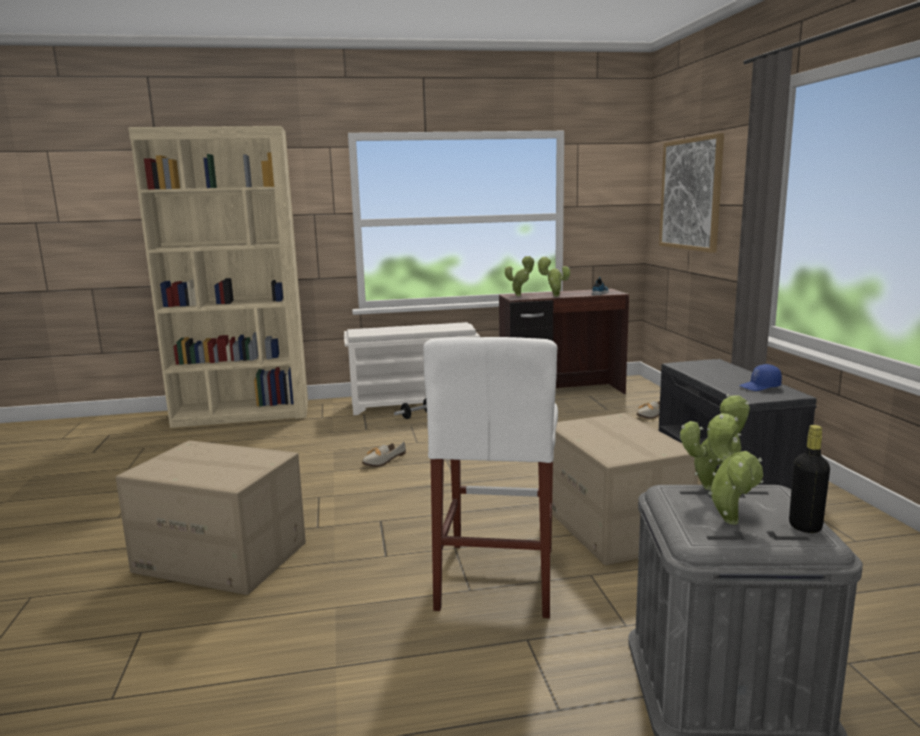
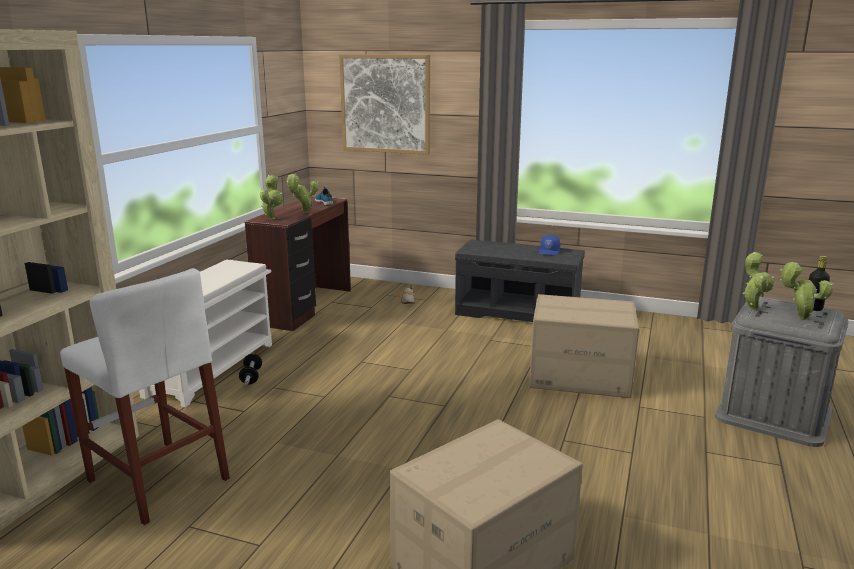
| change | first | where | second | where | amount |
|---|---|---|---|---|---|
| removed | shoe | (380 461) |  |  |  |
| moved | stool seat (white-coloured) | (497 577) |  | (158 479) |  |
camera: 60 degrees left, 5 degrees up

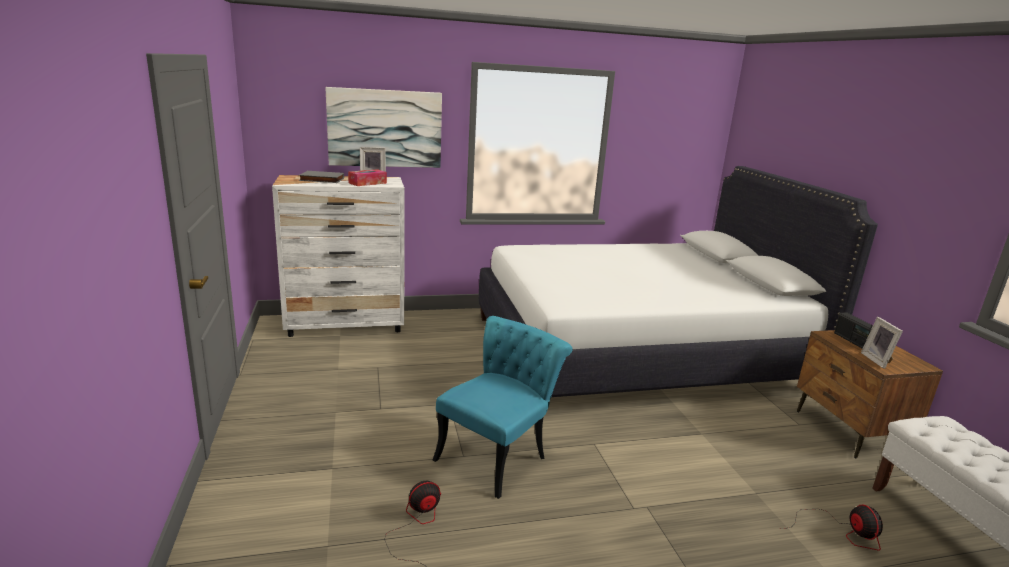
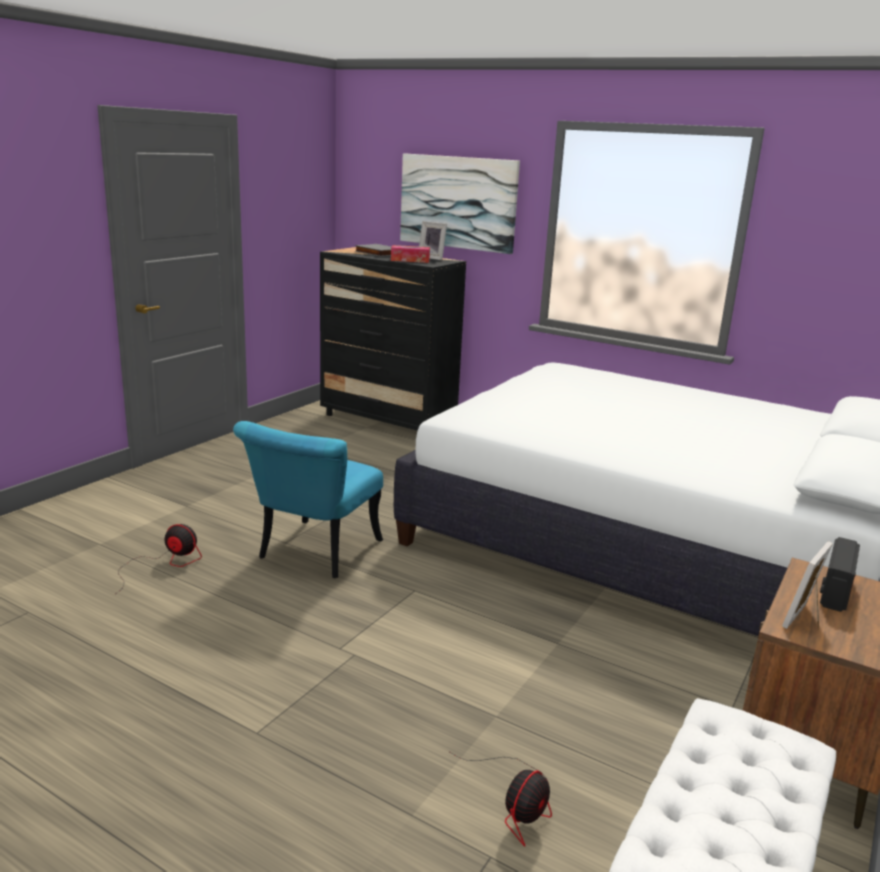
| change | first | where | second | where | amount |
|---|---|---|---|---|---|
| recoloured | drawer chest (white-coloured) | (346 325) | drawer chest (black-coloured) | (388 421) |  |
| turned | chair (turquoise) | (498 454) |  | (313 554) | 120 degrees clockwise |
camera: 45 degrees right, 0 degrees up

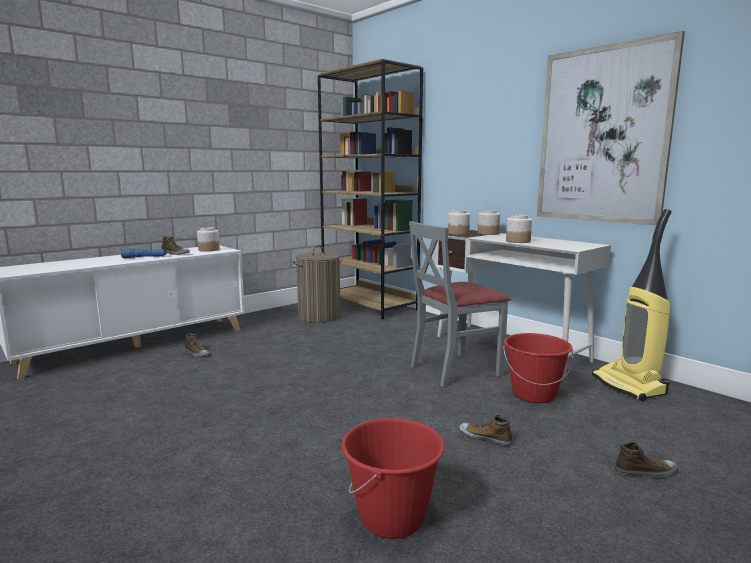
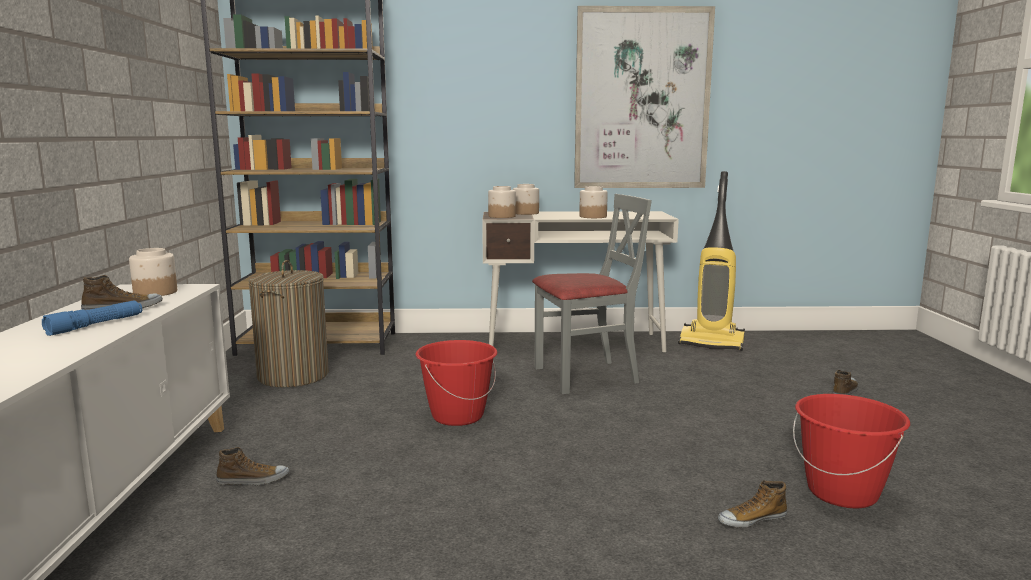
| change | first | where | second | where | amount |
|---|---|---|---|---|---|
| moved | shoe | (485 437) |  | (751 519) |  |
| moved | pail (red-coloured) | (533 394) |  | (457 416) |  |
| turned | chair (gray) | (454 369) |  | (586 376) | 120 degrees counterclockwise |
camera: 50 degrees left, 0 degrees up

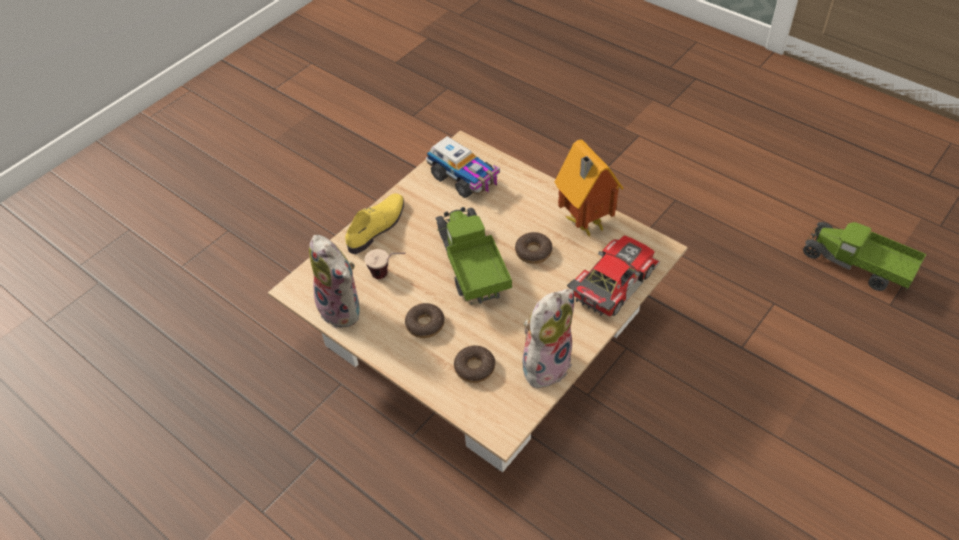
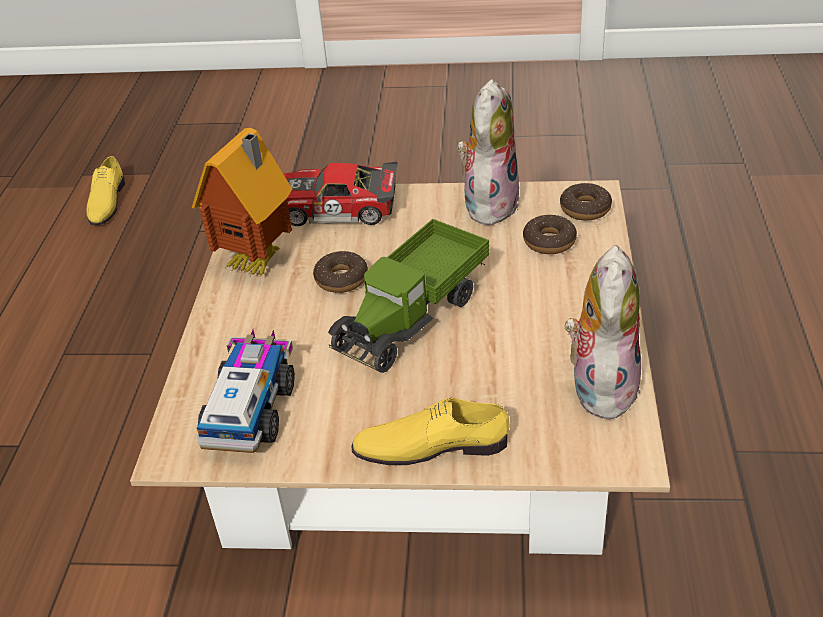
| change | first | where | second | where | amount |
|---|---|---|---|---|---|
| removed | small cup | (389 275) |  |  |  |
| moved | doughnut | (425 324) |  | (585 209) |  |
| replaced | model truck | (857 266) | shoe (yellow-coloured) | (106 202) |  |
| turned | soft toy | (545 363) |  | (488 203) | 105 degrees clockwise |
camera: 125 degrees left, 10 degrees down

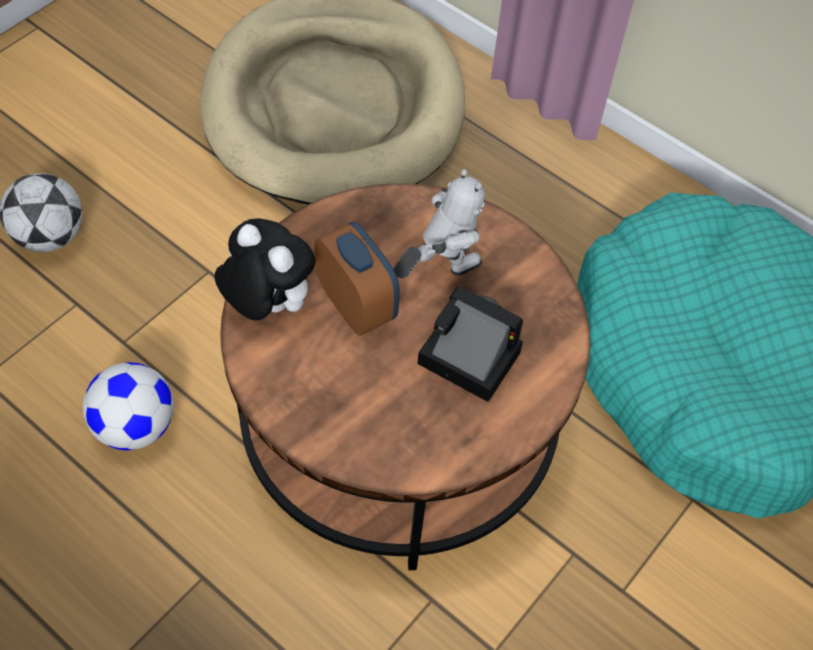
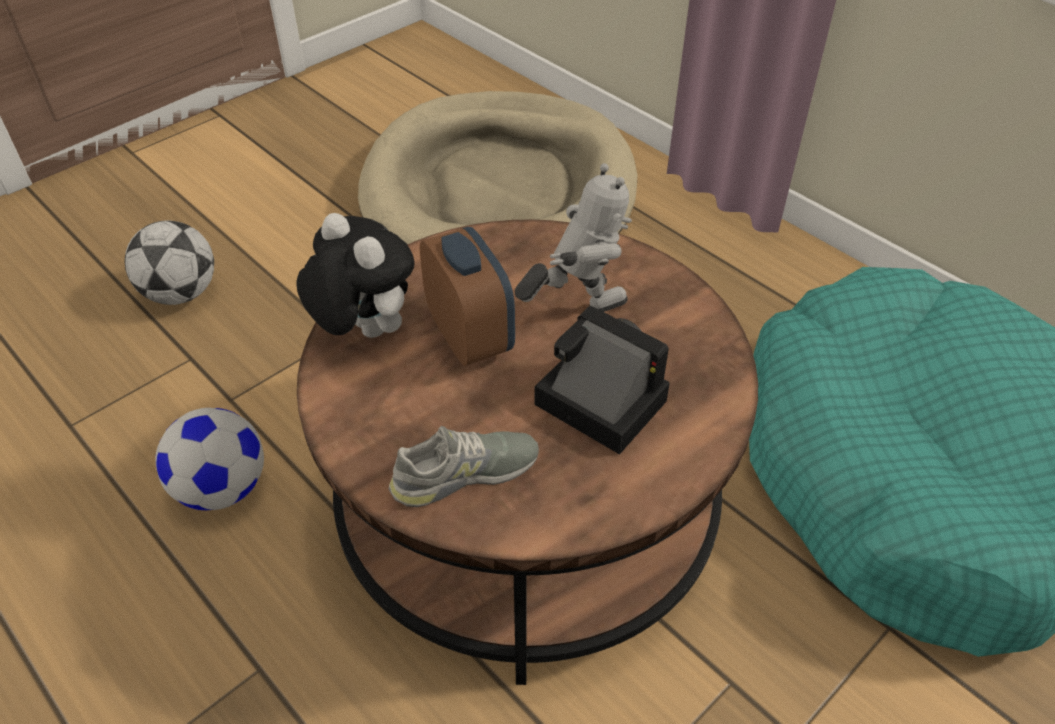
| change | first | where | second | where | amount |
|---|---|---|---|---|---|
| added |  |  | shoe (gray) | (465 474) |  |
camera: 10 degrees right, 10 degrees down

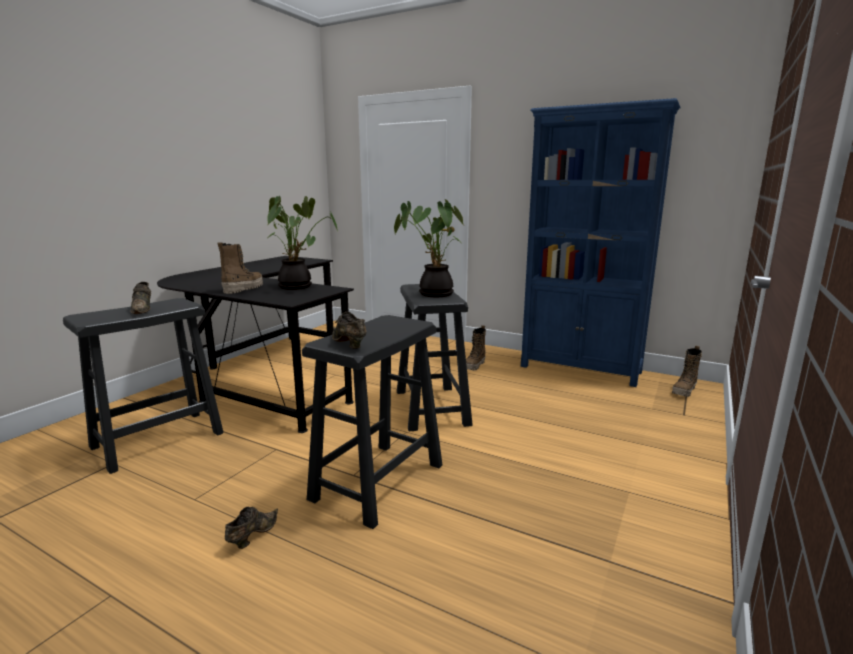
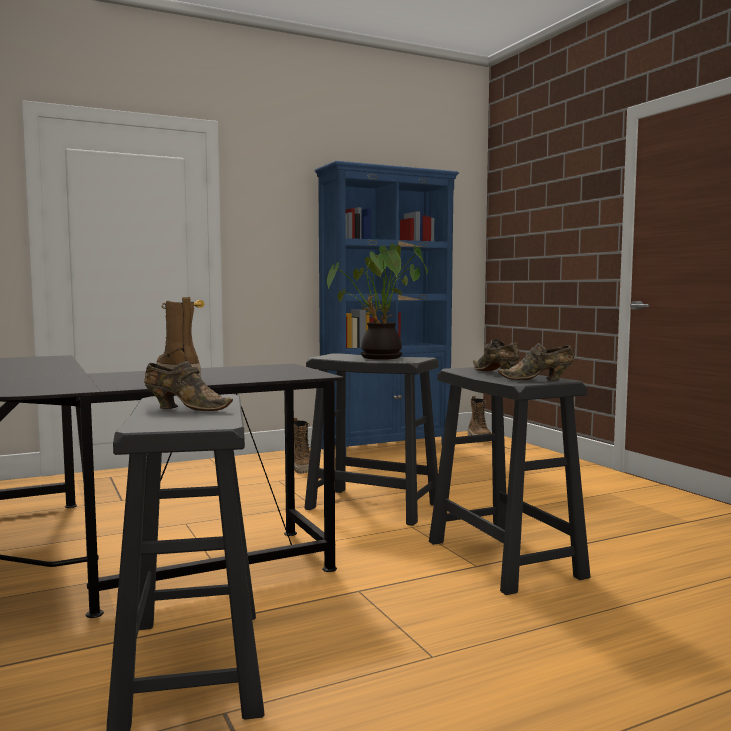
| change | first | where | second | where | amount |
|---|---|---|---|---|---|
| removed | potted plant | (298 286) |  |  |  |
| moved | shoe (brown) | (252 536) |  | (495 372) |  |
camera: 55 degrees left, 10 degrees down

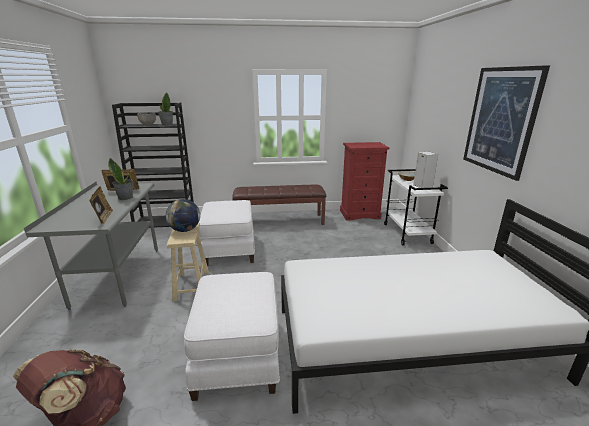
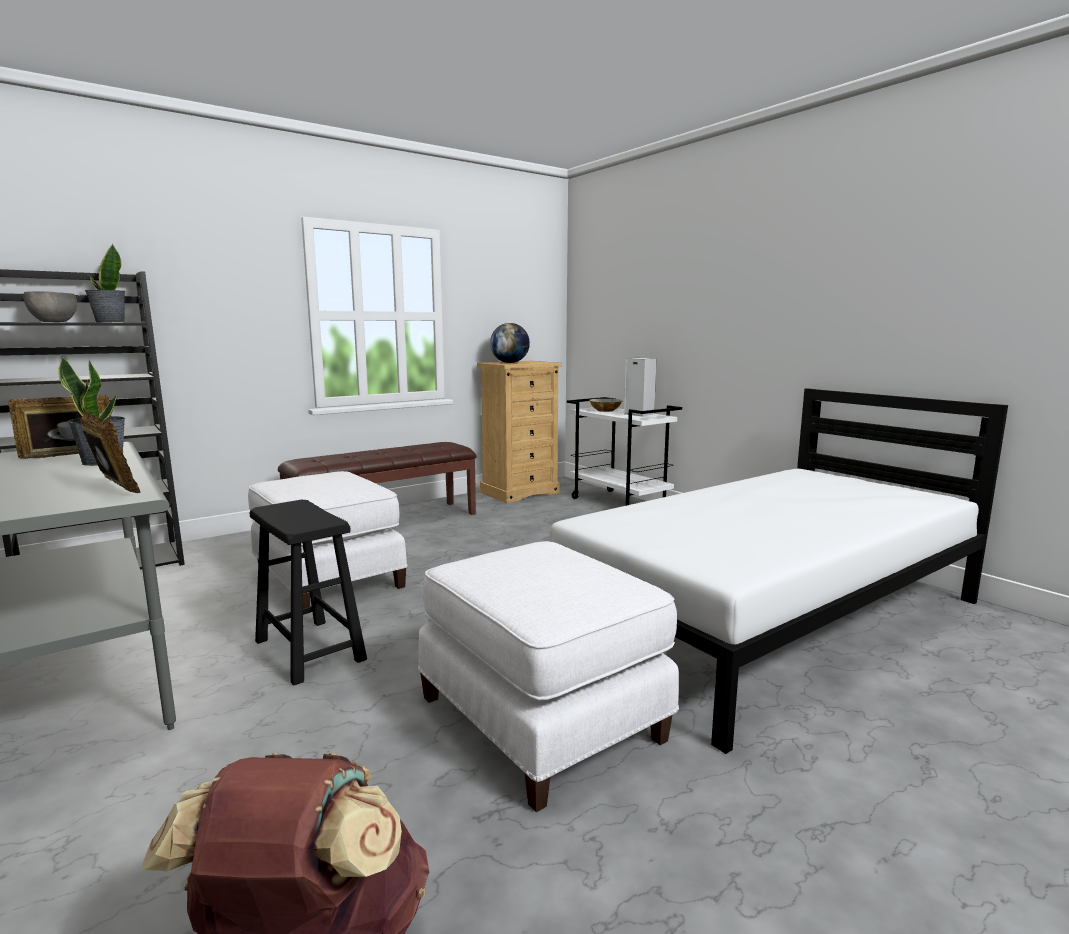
| change | first | where | second | where | amount |
|---|---|---|---|---|---|
| removed | wall picture | (500 120) |  |  |  |
| moved | world globe | (185 230) |  | (510 363) |  |
| recoloured | stool seat (sand-coloured) | (192 285) | stool seat (black-coloured) | (310 650) |  |
| recoloured | drawer chest (red-coloured) | (360 214) | drawer chest (sand-coloured) | (520 492) |  |
camera: 30 degrees left, 10 degrees down

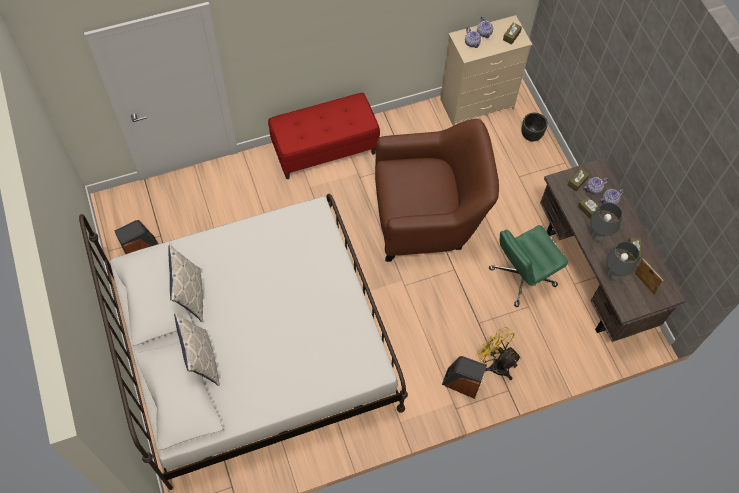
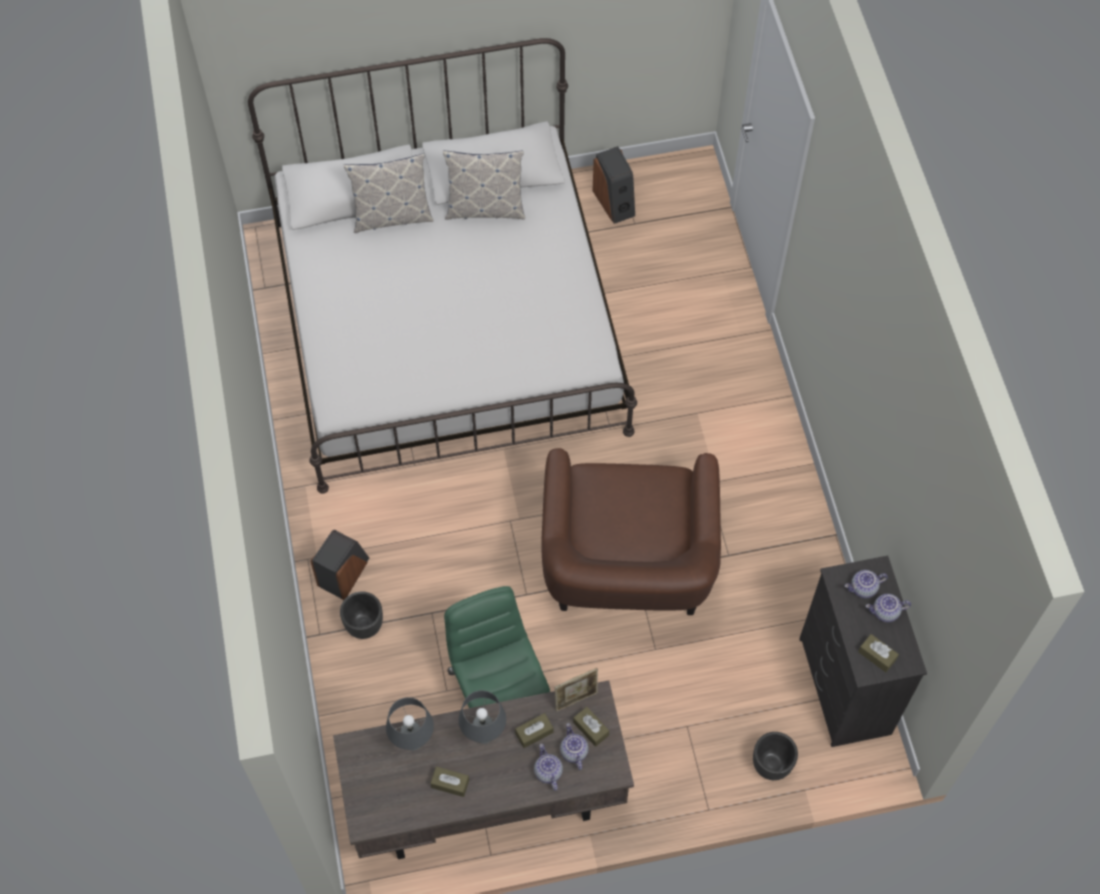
| change | first | where | second | where | amount |
|---|---|---|---|---|---|
| removed | bench (red-coloured) | (325 150) |  |  |  |
| moved | photo frame | (643 284) |  | (576 699) |  |
| replaced | electric fan (yellow-coloured) | (496 363) | flower pot (black-coloured) | (363 625) |  |
| recoloured | drawer chest (sand-coloured) | (477 104) | drawer chest (black-coloured) | (844 687) |  |
camera: 100 degrees right, 0 degrees up

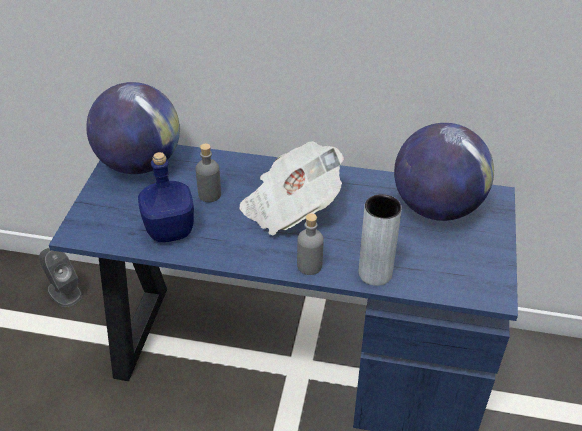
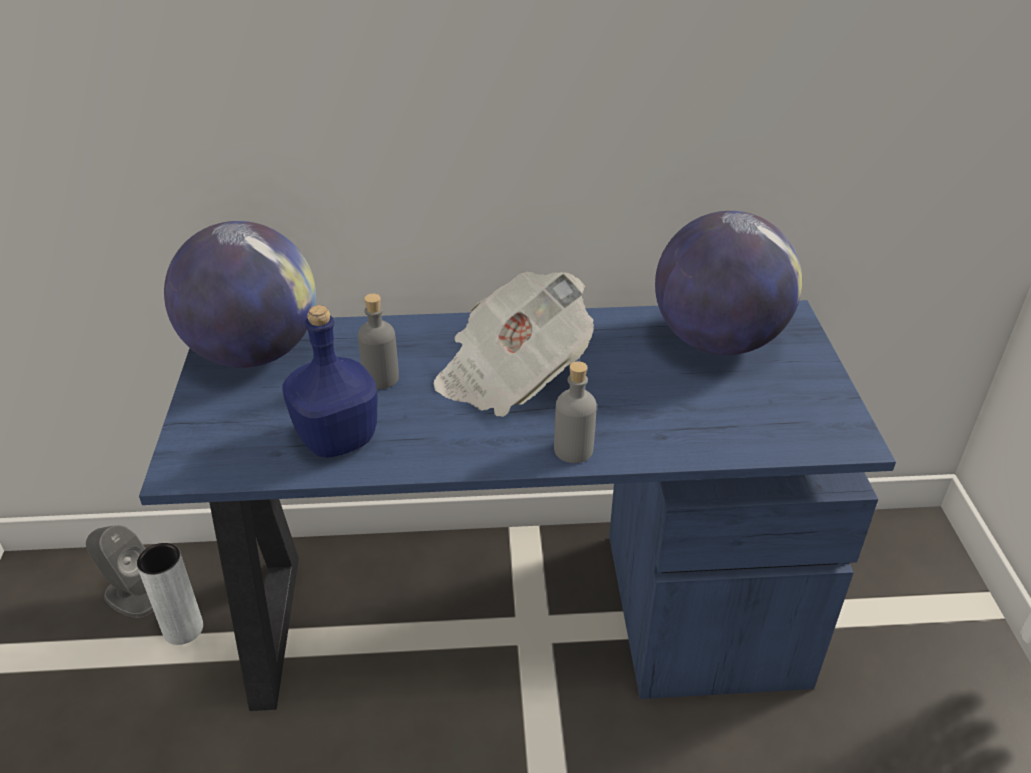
| change | first | where | second | where | amount |
|---|---|---|---|---|---|
| moved | vase (gray) | (375 273) |  | (183 629) |  |
camera: 15 degrees left, 5 degrees down

